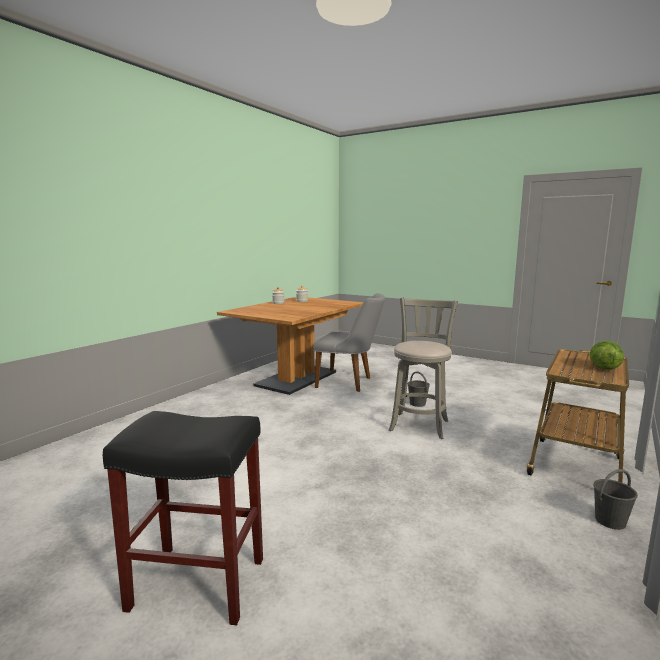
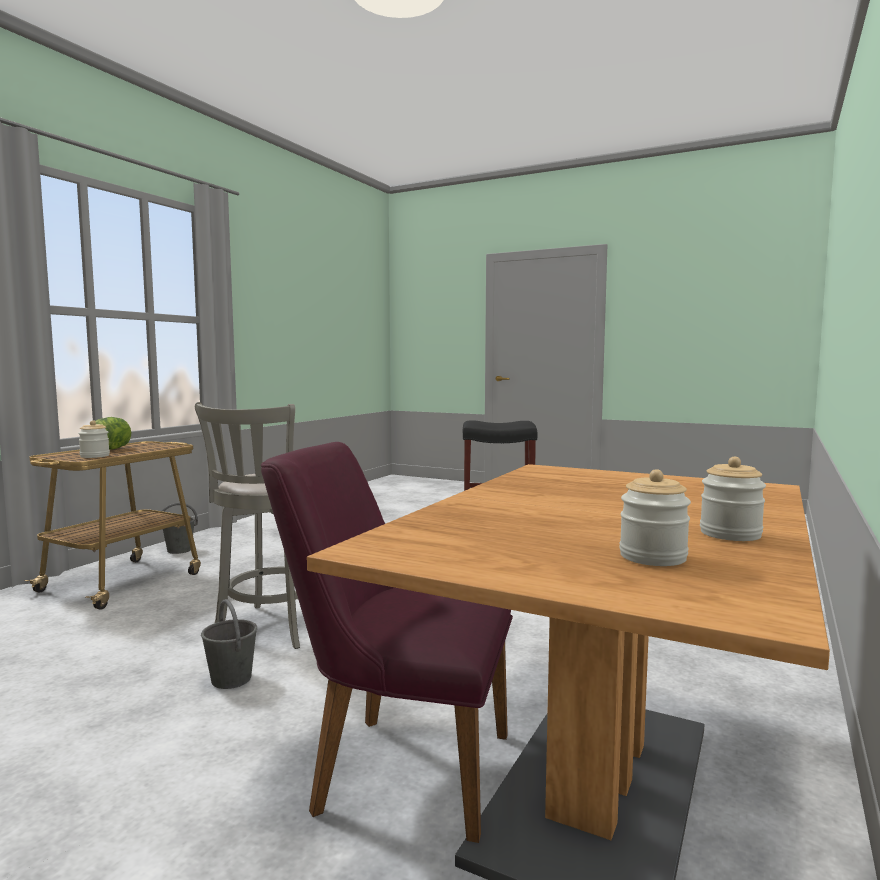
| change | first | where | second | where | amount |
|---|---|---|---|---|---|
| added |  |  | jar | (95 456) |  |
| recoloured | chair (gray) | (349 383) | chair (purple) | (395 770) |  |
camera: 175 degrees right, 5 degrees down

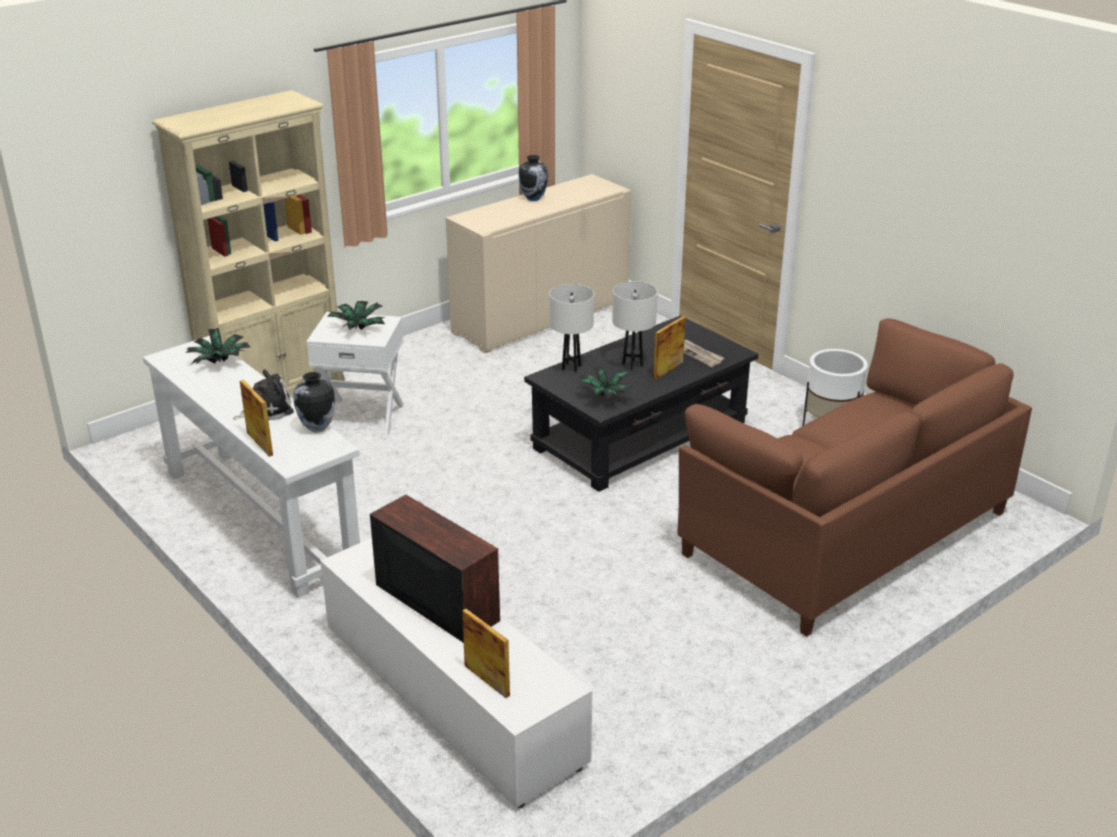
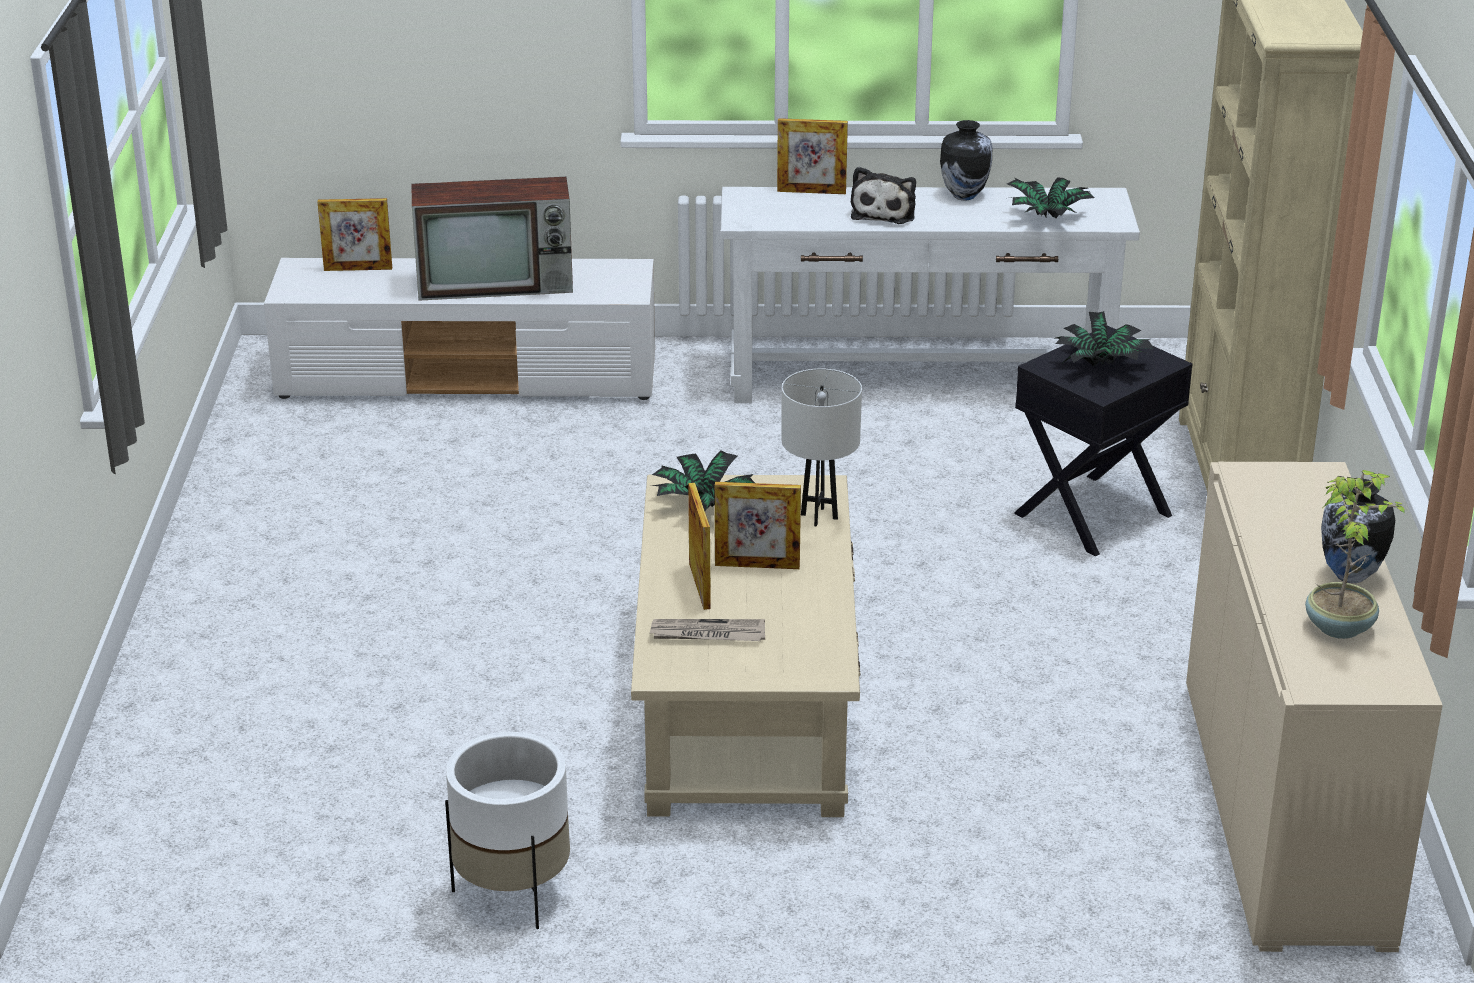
| change | first | where | second | where | amount |
|---|---|---|---|---|---|
| removed | sofa (brown) | (844 532) |  |  |  |
| added |  |  | potted plant | (1340 627) |  |
| moved | vase | (316 428) |  | (964 195) |  |
| replaced | table lamp (white-coloured) | (632 365) | photo frame | (757 565) |  |
| recoloured | side table (white-coloured) | (363 416) | side table (black-coloured) | (1094 515) |  |
| recoloured | low table (black-coloured) | (639 435) | low table (sand-coloured) | (747 701) |  |
camera: 130 degrees right, 0 degrees up

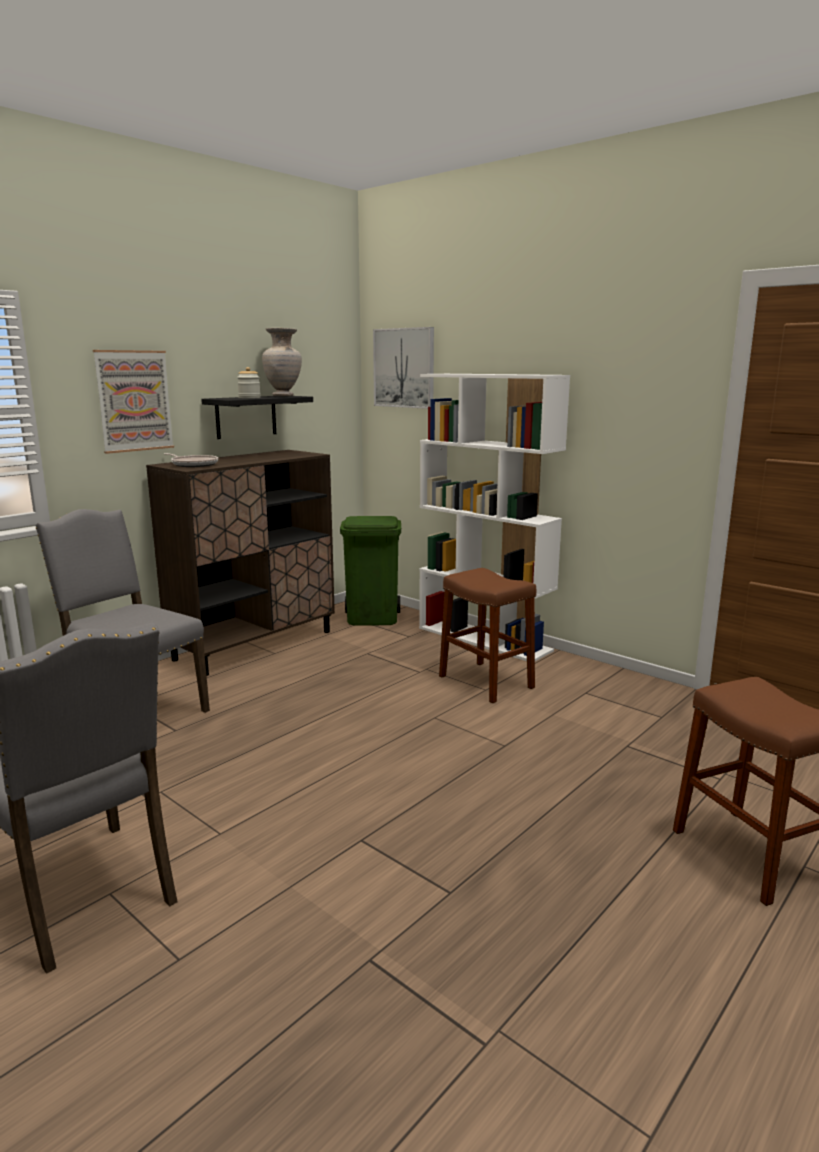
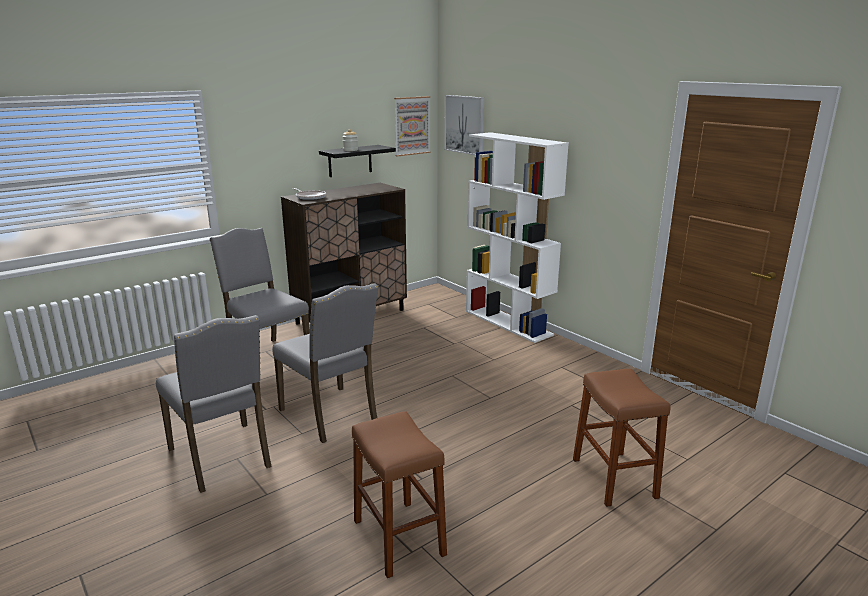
| change | first | where | second | where | amount |
|---|---|---|---|---|---|
| removed | vase (sand-coloured) | (284 396) |  |  |  |
| removed | waste bin (green-coloured) | (373 618) |  |  |  |
| added |  |  | chair (gray) | (331 415) |  |
| moved | wall picture | (134 401) |  | (412 126) |  |
| moved | stool seat (brown) | (486 682) |  | (399 537) |  |
camera: 10 degrees right, 5 degrees up

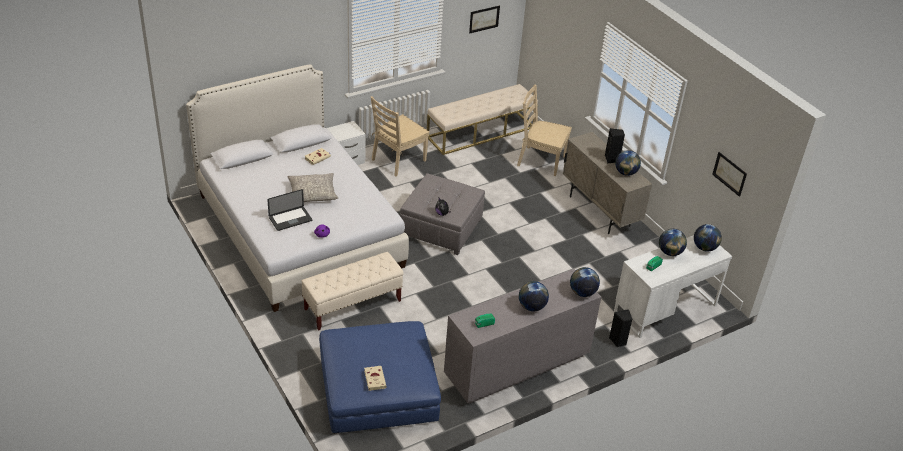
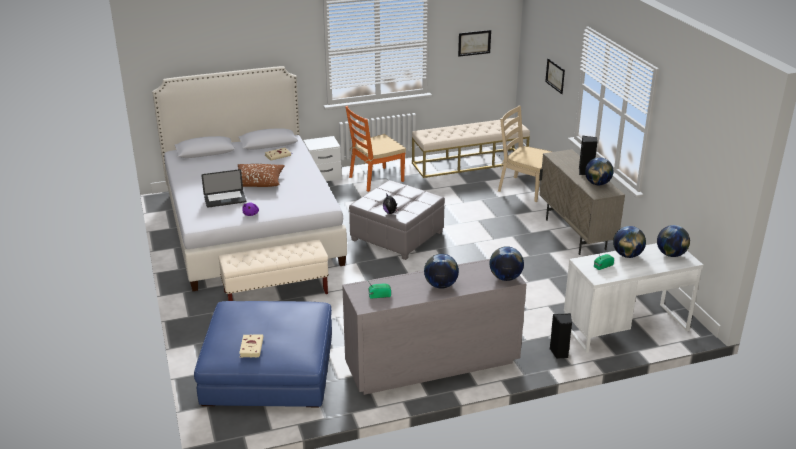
| change | first | where | second | where | amount |
|---|---|---|---|---|---|
| moved | wall picture | (729 174) |  | (555 75) |  |
| recoloured | cushion (gray) | (312 193) | cushion (brown) | (258 182) |  |
| recoloured | chair (sand-coloured) | (398 160) | chair (orange-coloured) | (375 179) |  |
camera: 15 degrees right, 10 degrees down

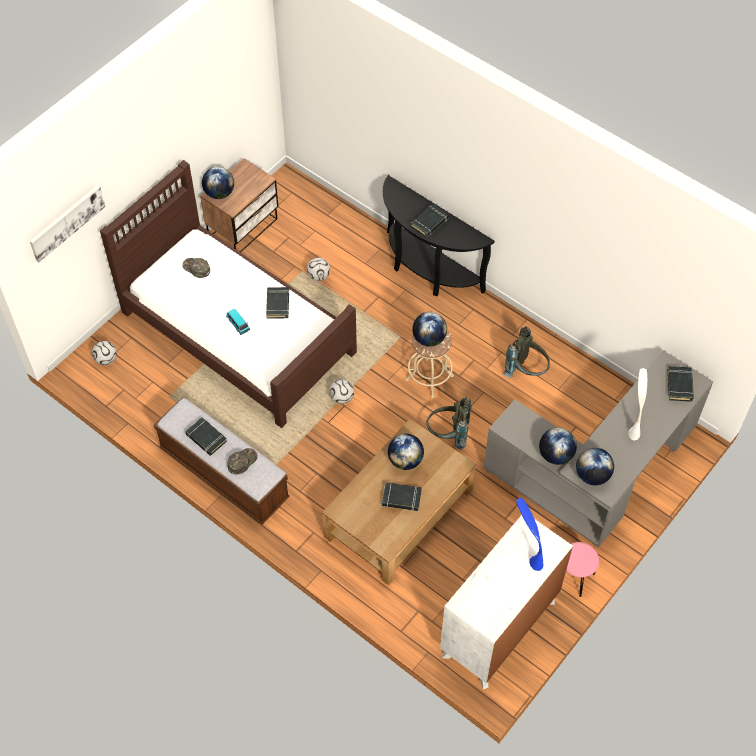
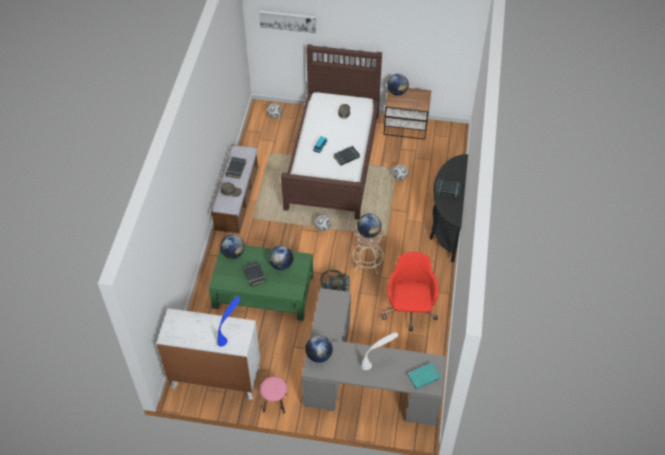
| change | first | where | second | where | amount |
|---|---|---|---|---|---|
| moved | world globe | (555 455) |  | (233 253) |  |
| replaced | rucksack (gray) | (526 370) | computer chair (red-coloured) | (409 311) |  |
| recoloured | low table (brown) | (399 512) | low table (green-coloured) | (263 291) |  |
| recoloured | bound book (black-coloured) | (680 385) | bound book (turquoise) | (423 377) |  |
camera: 60 degrees right, 5 degrees down

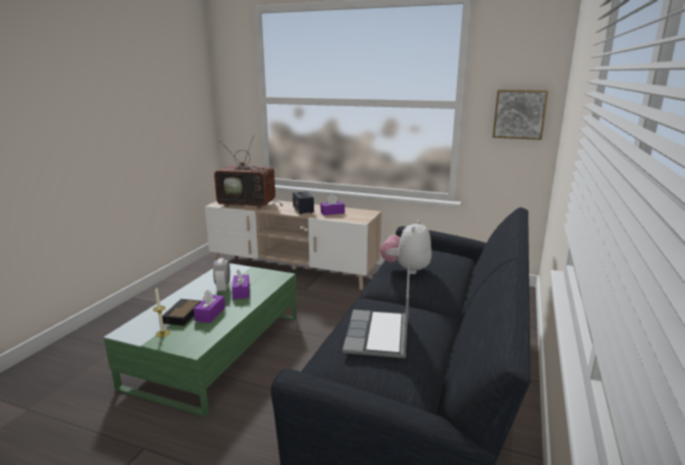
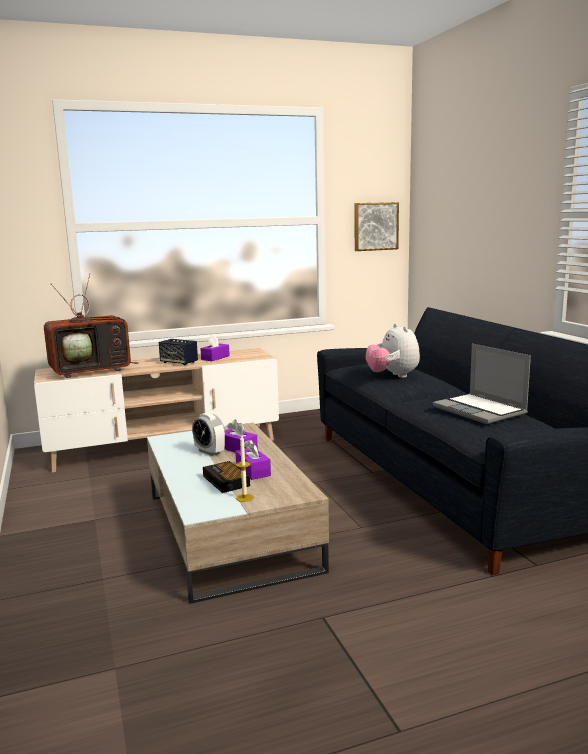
| change | first | where | second | where | amount |
|---|---|---|---|---|---|
| recoloured | low table (green-coloured) | (217 349) | low table (sand-coloured) | (229 530) |  |
camera: 40 degrees left, 5 degrees down

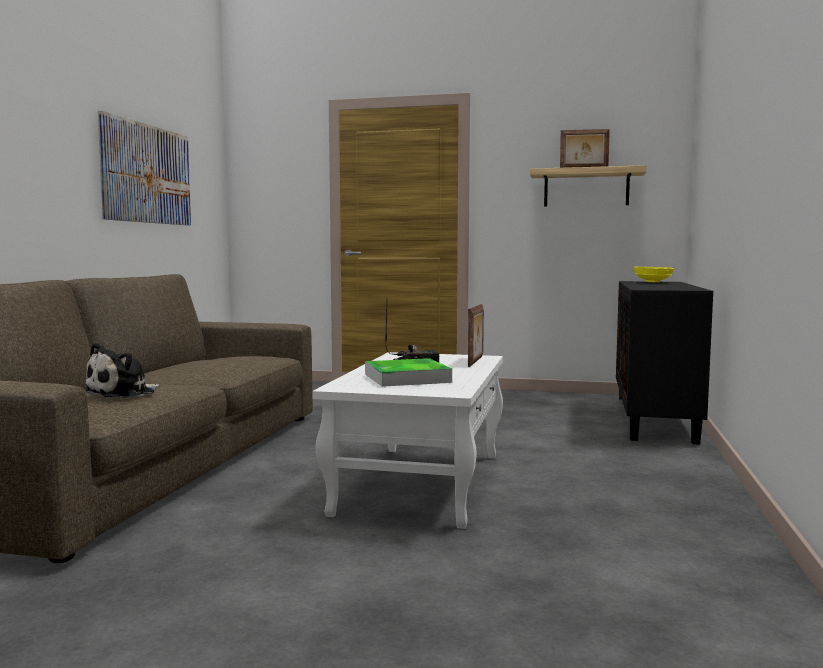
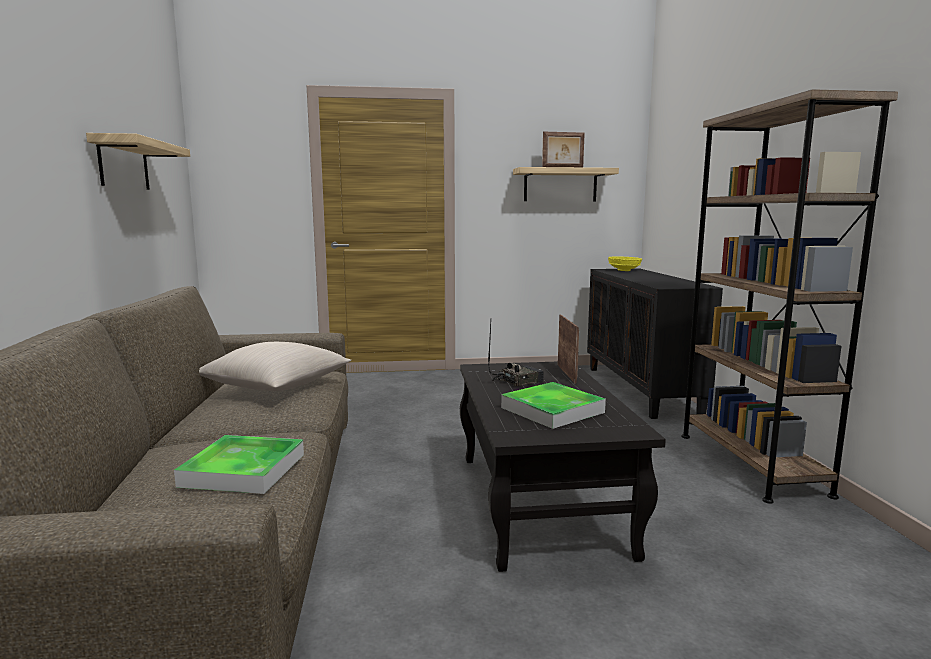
| change | first | where | second | where | amount |
|---|---|---|---|---|---|
| added |  |  | cushion (sand-coloured) | (276 386) |  |
| added |  |  | bookshelf (brown) | (750 463) |  |
| replaced | soft toy | (123 393) | serving tray | (243 470) |  |
| replaced | wall picture | (147 174) | shelf | (124 164) |  |
| recoloured | low table (white-coloured) | (421 482) | low table (black-coloured) | (539 501) |  |
camera: 20 degrees left, 5 degrees up

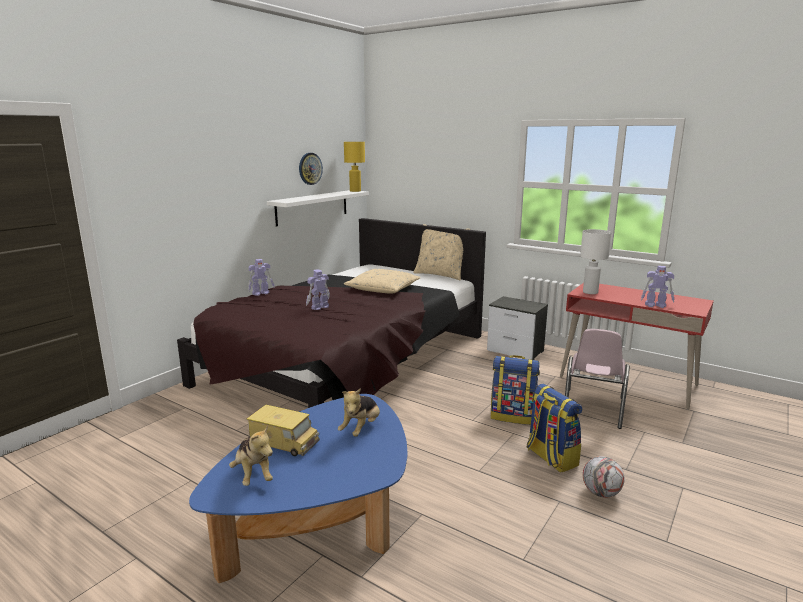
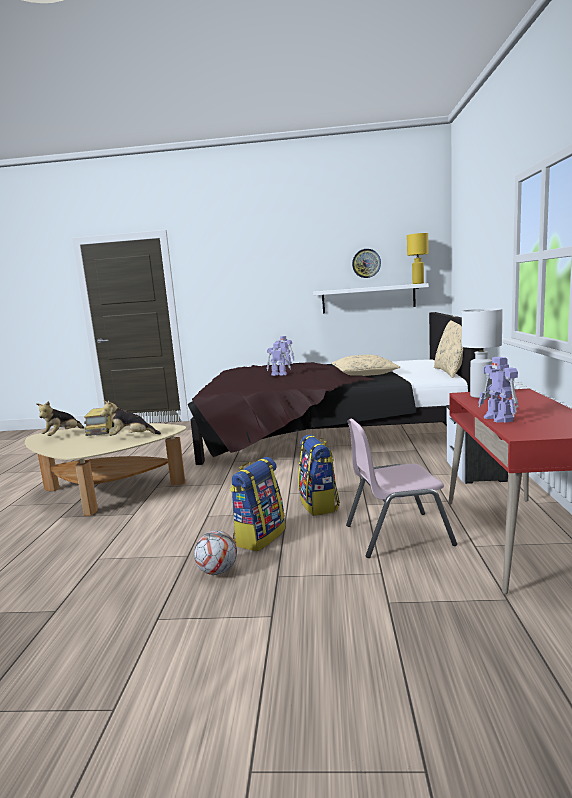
| change | first | where | second | where | amount |
|---|---|---|---|---|---|
| recoloured | low table (blue-coloured) | (322 522) | low table (sand-coloured) | (108 492) |  |
camera: 60 degrees right, 5 degrees down

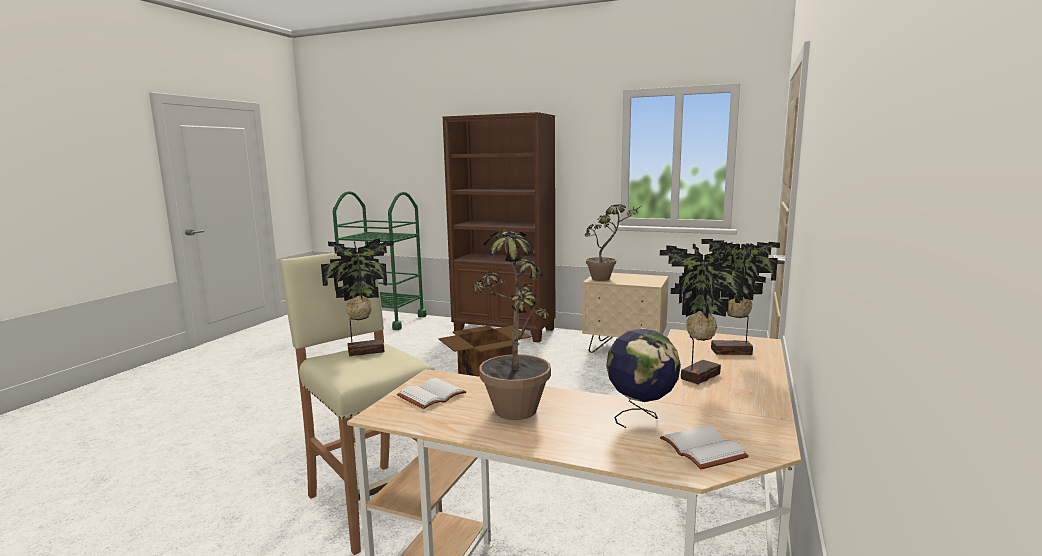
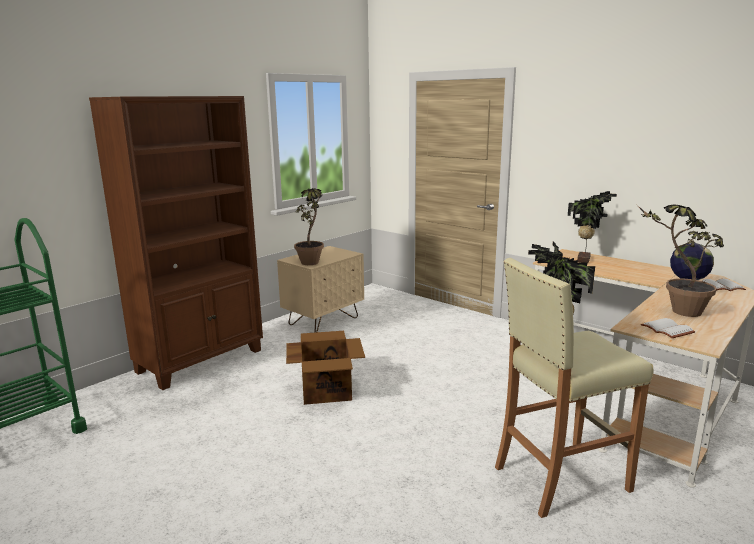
| change | first | where | second | where | amount |
|---|---|---|---|---|---|
| removed | potted plant | (697 376) |  |  |  |
camera: 70 degrees left, 5 degrees up

